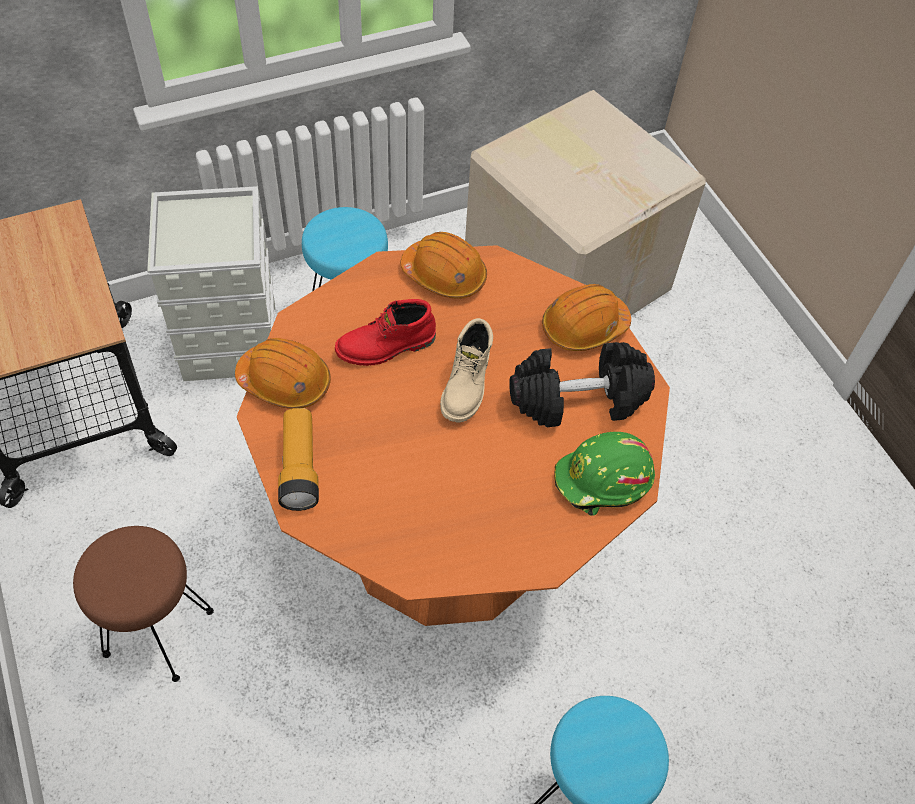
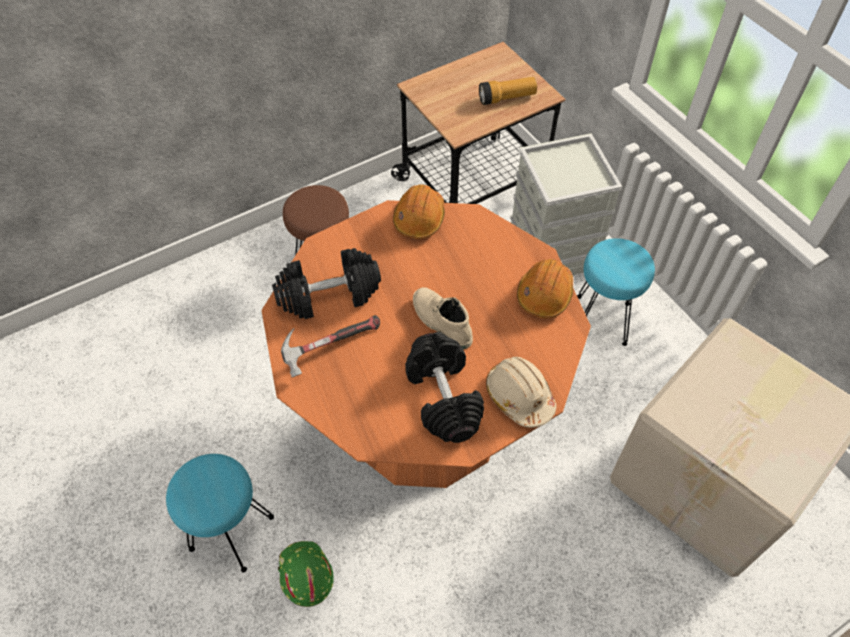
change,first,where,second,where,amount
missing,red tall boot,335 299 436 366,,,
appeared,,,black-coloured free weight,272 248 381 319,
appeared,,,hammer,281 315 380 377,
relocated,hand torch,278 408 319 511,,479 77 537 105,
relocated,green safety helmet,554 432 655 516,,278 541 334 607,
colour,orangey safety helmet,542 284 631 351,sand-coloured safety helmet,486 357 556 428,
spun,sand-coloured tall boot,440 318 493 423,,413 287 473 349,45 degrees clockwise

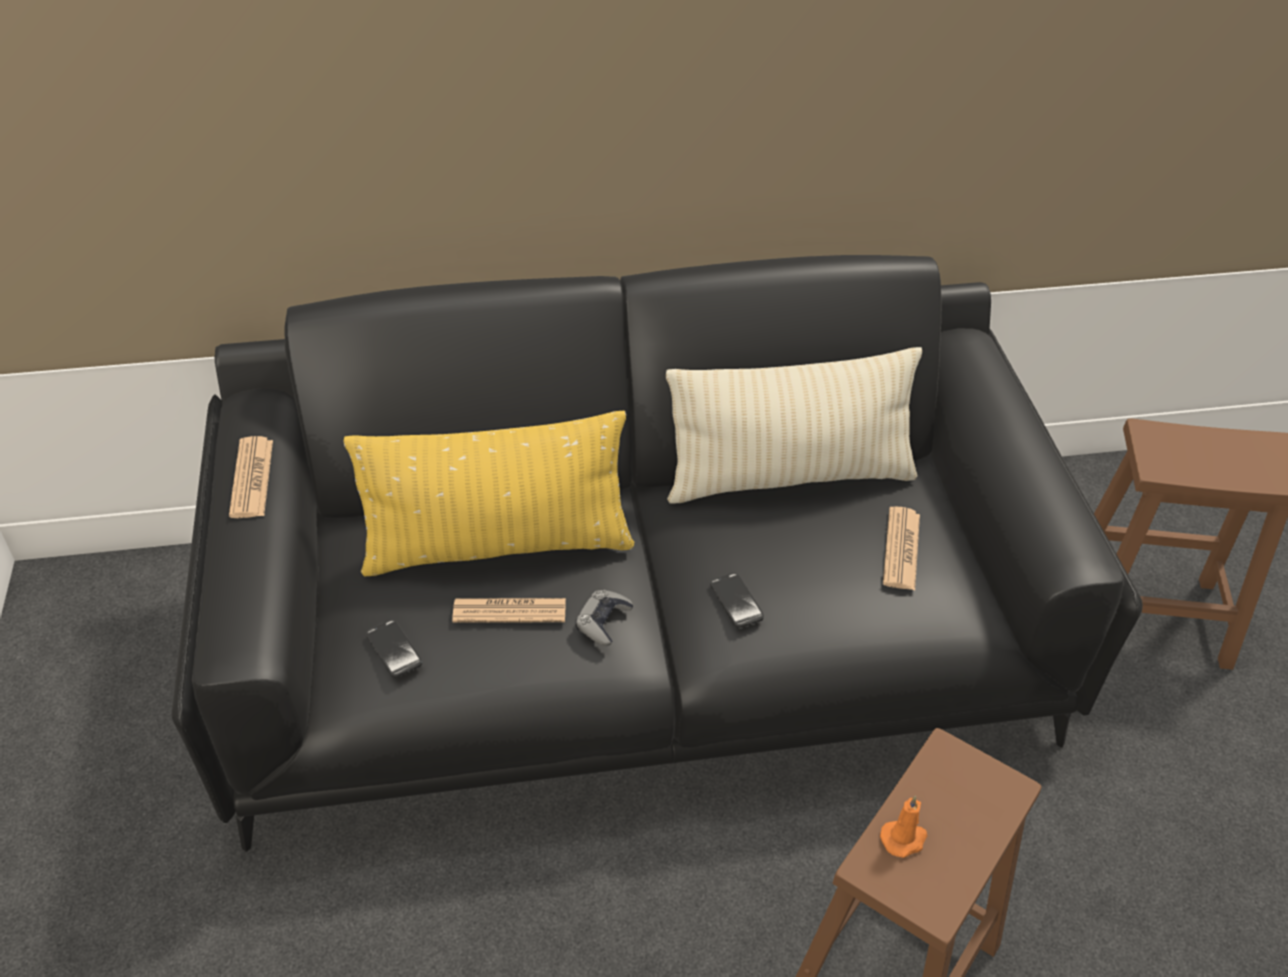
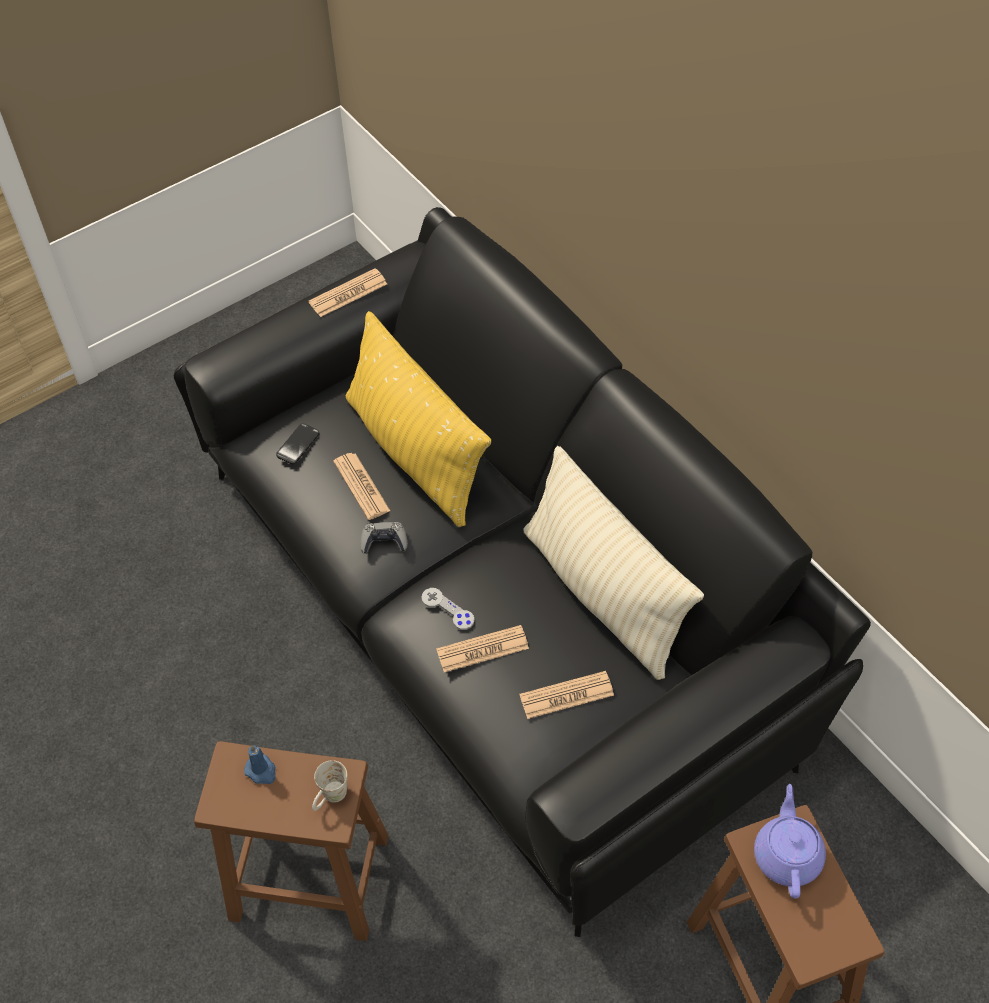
change,first,where,second,where,amount
appeared,,,whitish coffee mug,312 760 348 811,
appeared,,,printed paper,436 625 529 672,
appeared,,,purple teapot,754 784 826 899,
exchanged,telephone,710 573 764 628,greyish joypad,422 588 475 630,
colour,orangey wax candle,880 796 927 858,bluish wax candle,244 745 276 784,

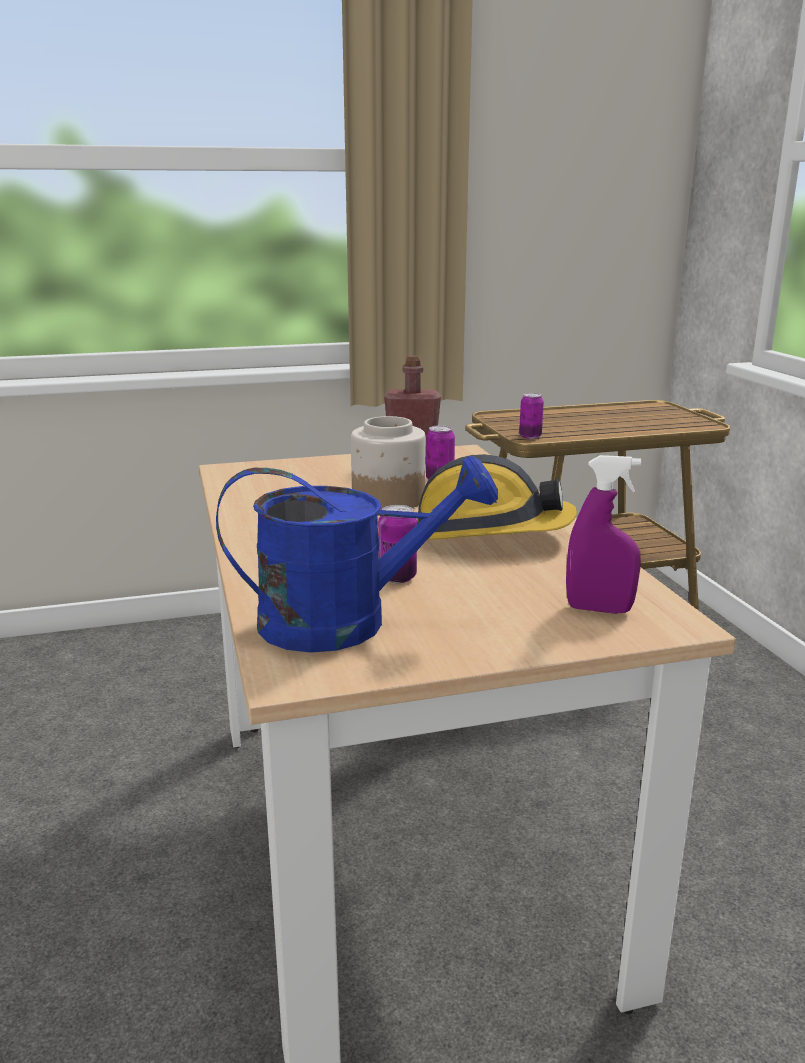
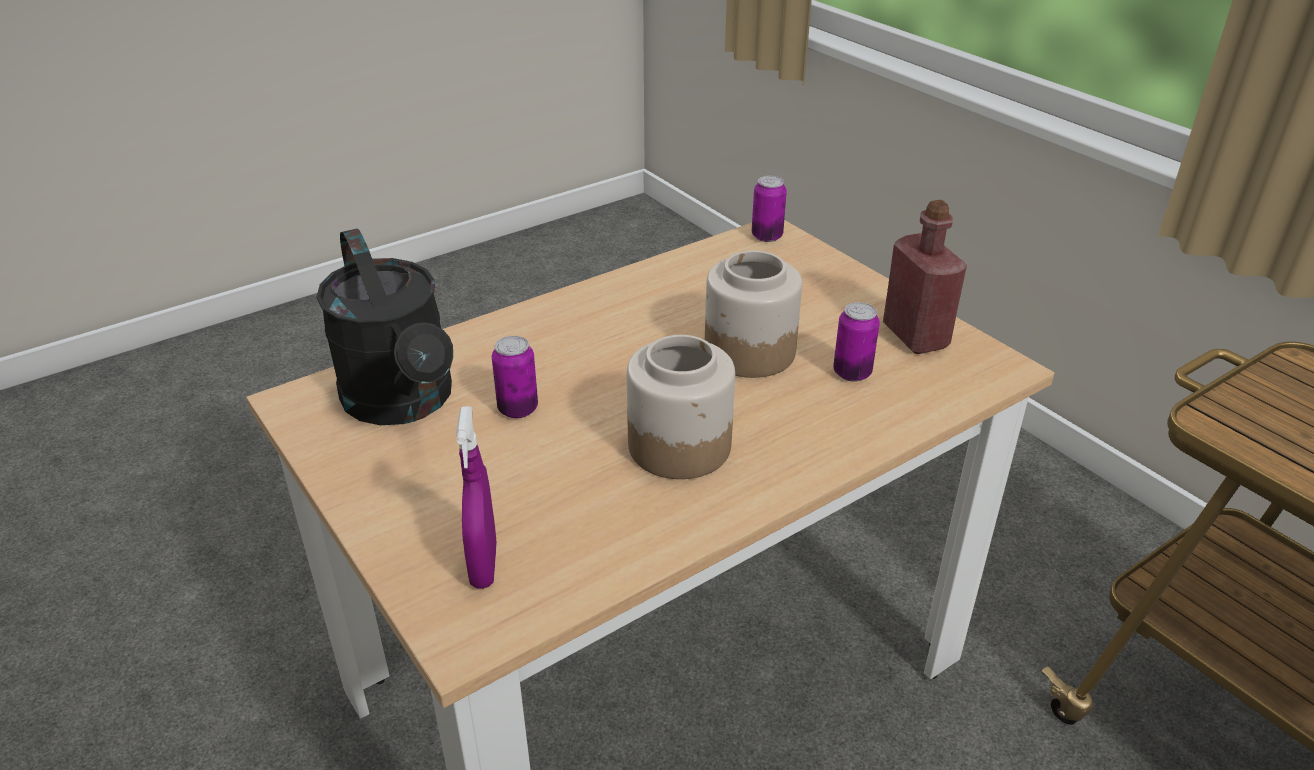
change,first,where,second,where,amount
relocated,sealed can,519 393 544 439,,752 176 787 242,
exchanged,safety helmet,417 454 577 540,preserve jar,627 335 735 479,
colour,bluish watering can,216 456 498 653,black-coloured watering can,316 228 453 425,

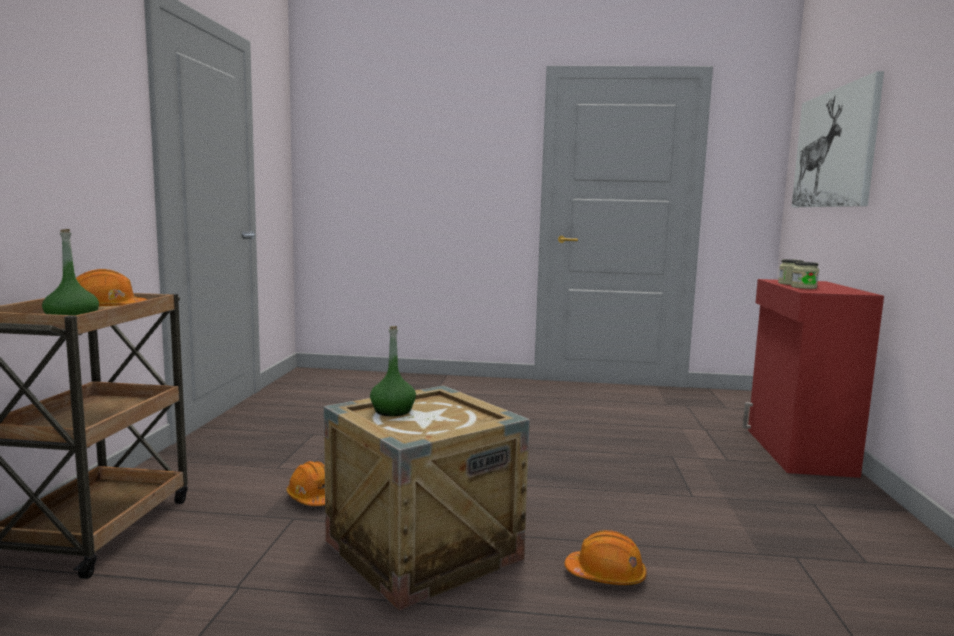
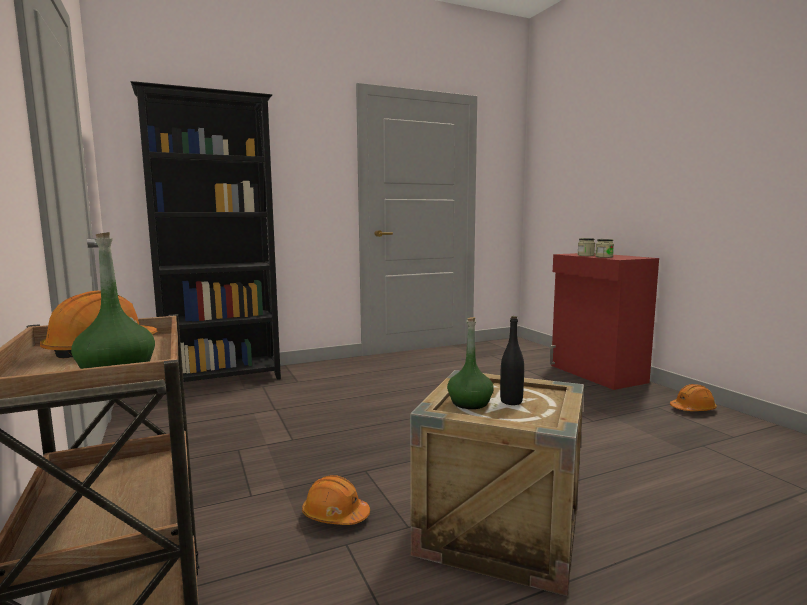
change,first,where,second,where,amount
missing,picture,791 71 884 207,,,
appeared,,,black-coloured bookcase,131 81 281 394,
appeared,,,black-coloured beverage bottle,500 316 524 405,
relocated,orangey safety helmet,564 530 647 585,,670 384 717 411,

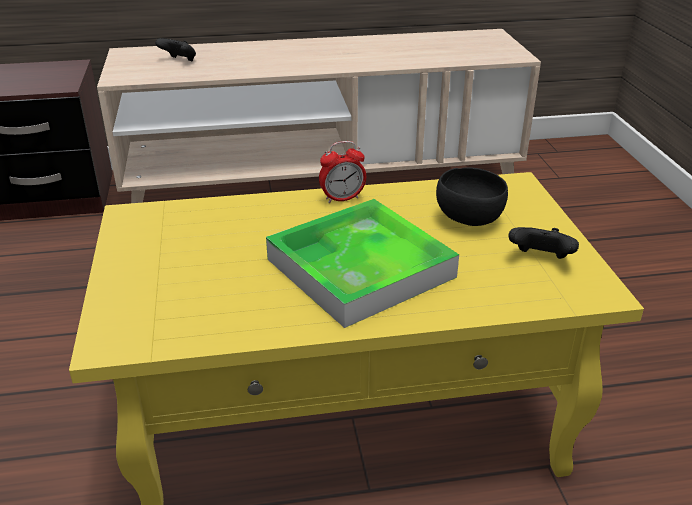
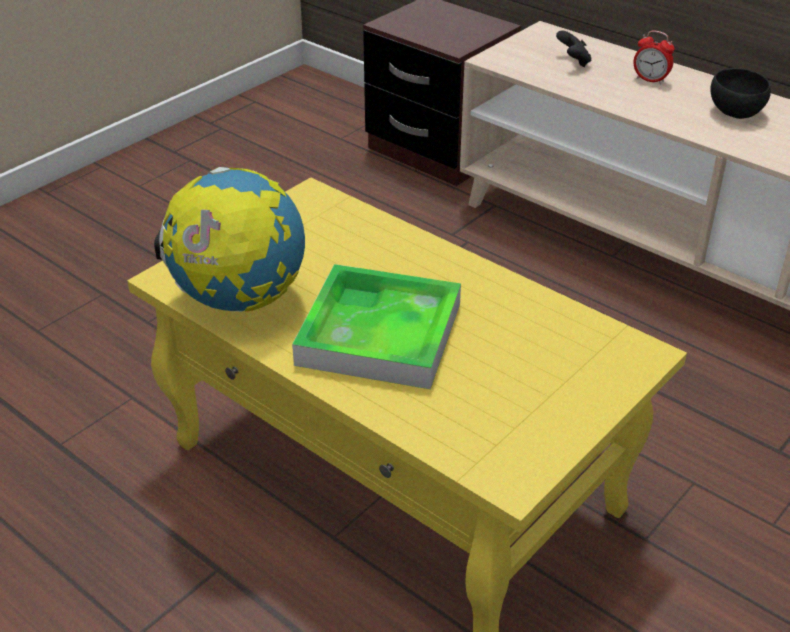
change,first,where,second,where,amount
missing,black-coloured joypad,508 227 579 259,,,
appeared,,,globe,154 167 305 312,
relocated,table clock,319 141 366 203,,633 30 675 84,
relocated,black-coloured deep dish,436 167 508 226,,710 68 771 119,

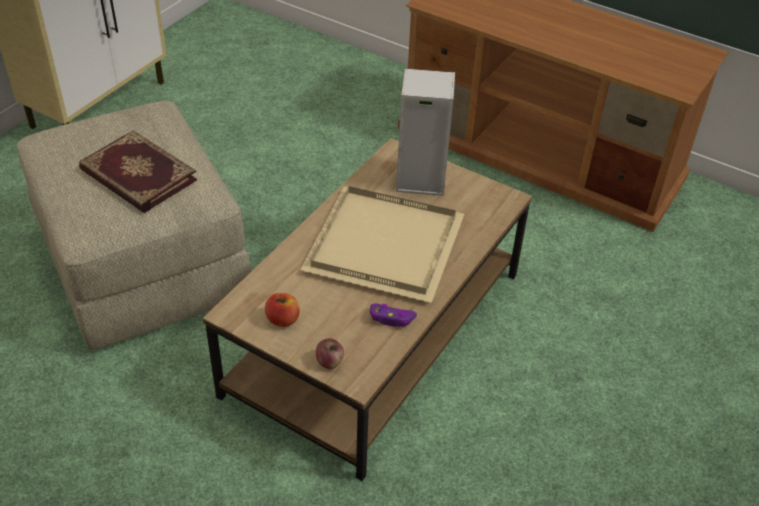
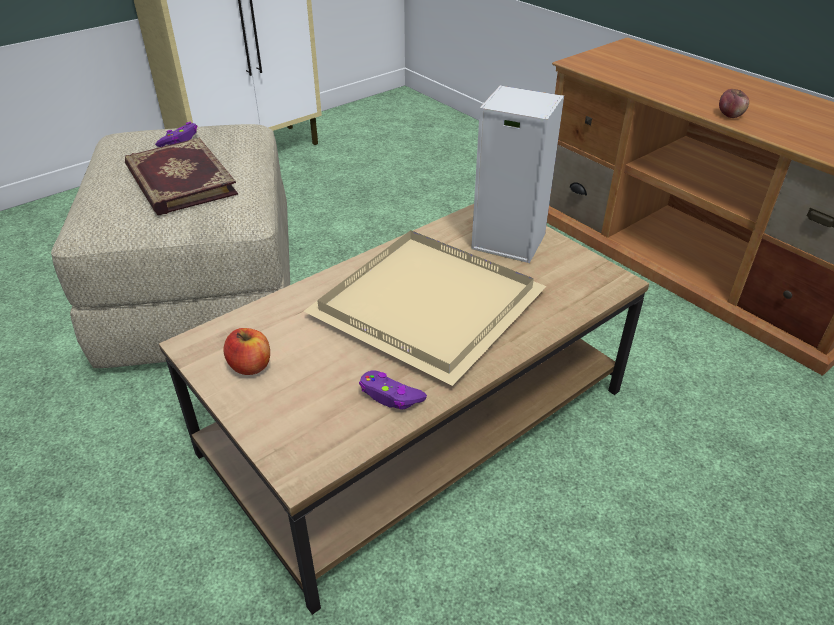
change,first,where,second,where,amount
appeared,,,purple joypad,155 122 197 147,
relocated,apple fruit,316 338 344 369,,719 89 749 118,

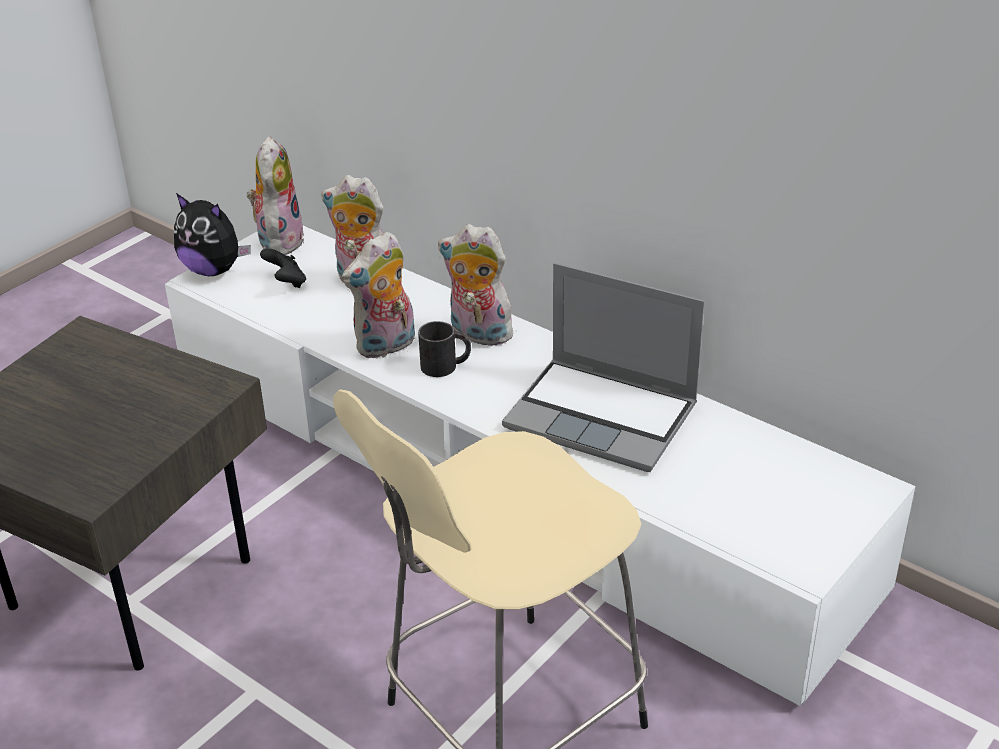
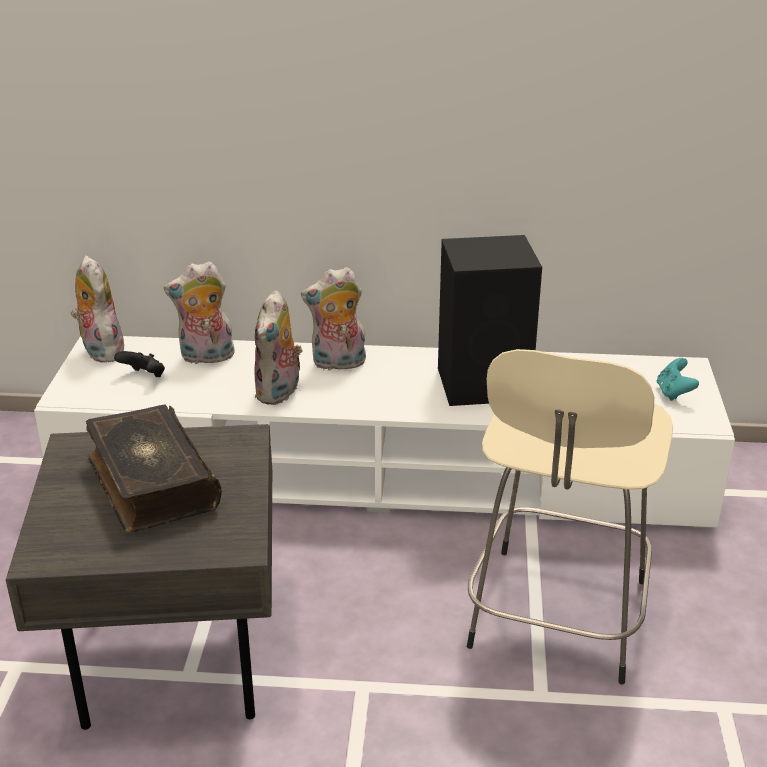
change,first,where,second,where,amount
missing,soft toy,174 193 251 276,,,
missing,black-coloured coffee mug,418 321 471 377,,,
appeared,,,volume,86 405 222 533,
appeared,,,blue-green joypad,657 358 699 401,
exchanged,notebook computer,502 263 704 472,black-coloured audio speaker,438 235 542 406,

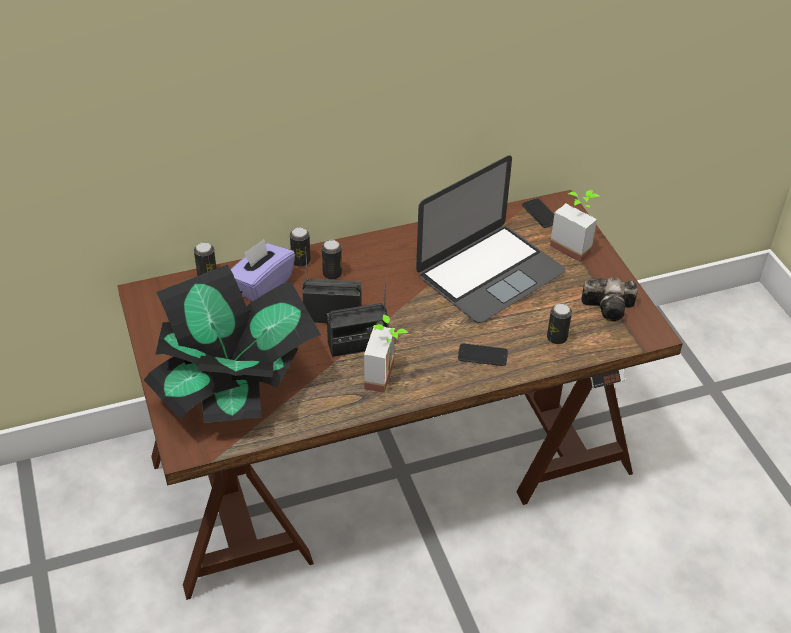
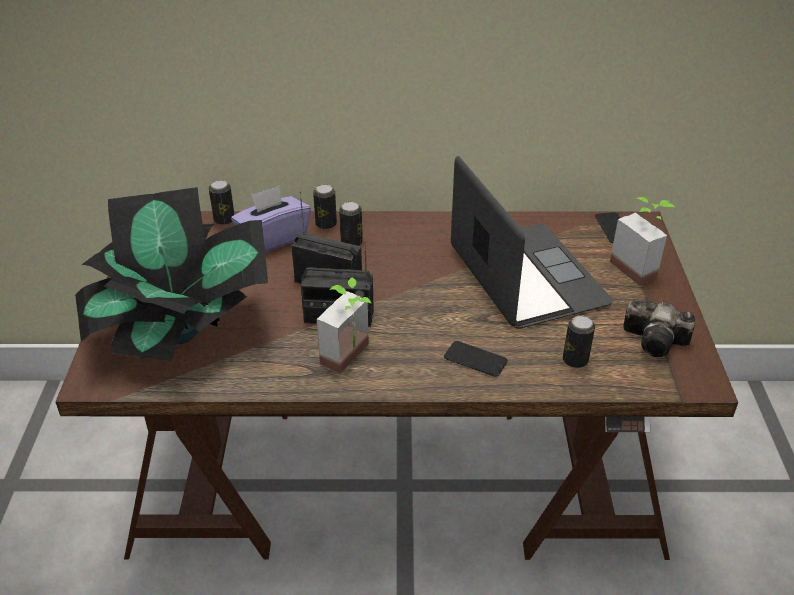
change,first,where,second,where,amount
spun,notebook computer,416 155 566 323,,451 156 613 329,90 degrees counterclockwise

